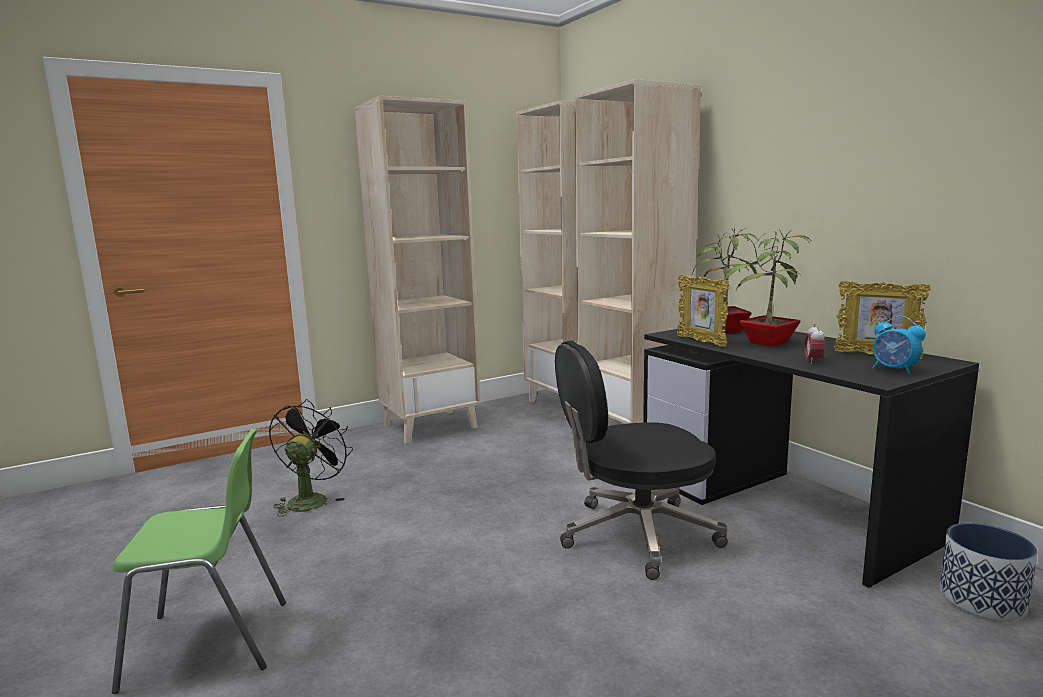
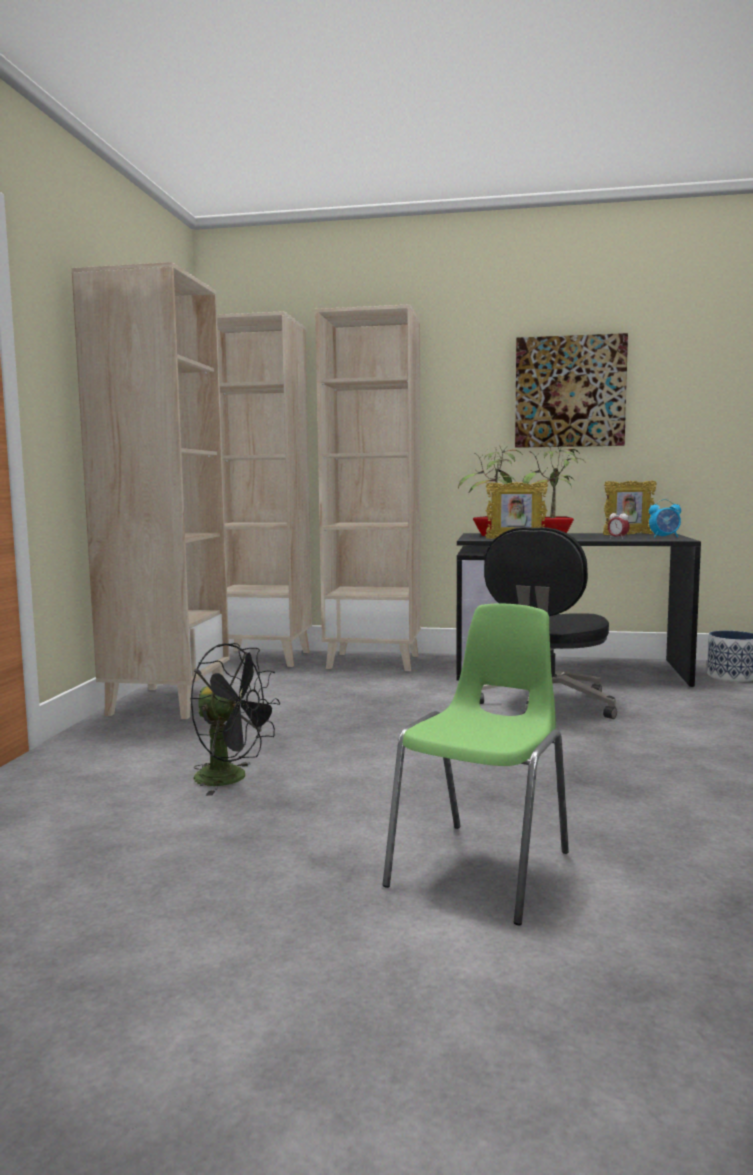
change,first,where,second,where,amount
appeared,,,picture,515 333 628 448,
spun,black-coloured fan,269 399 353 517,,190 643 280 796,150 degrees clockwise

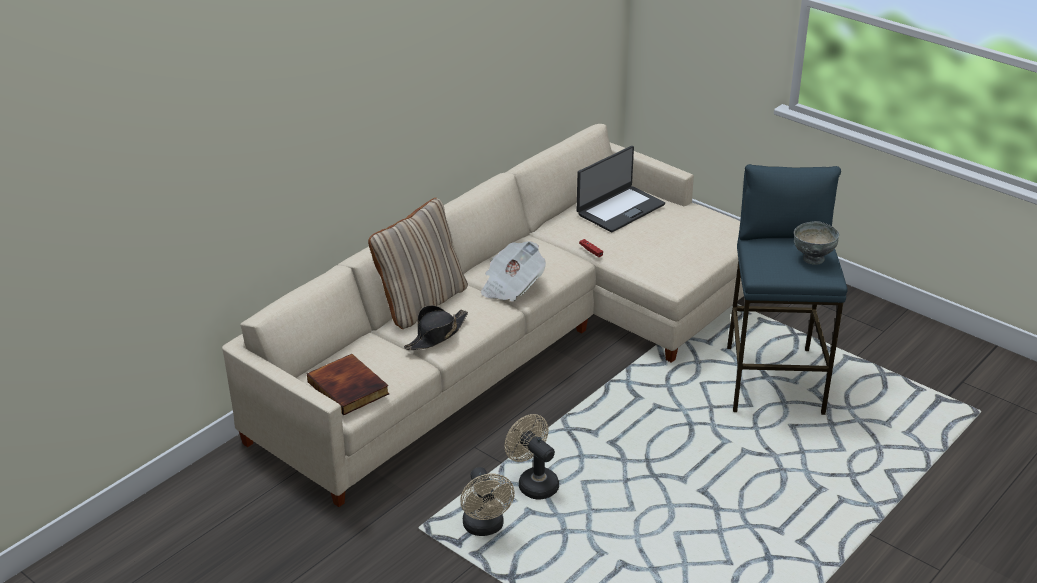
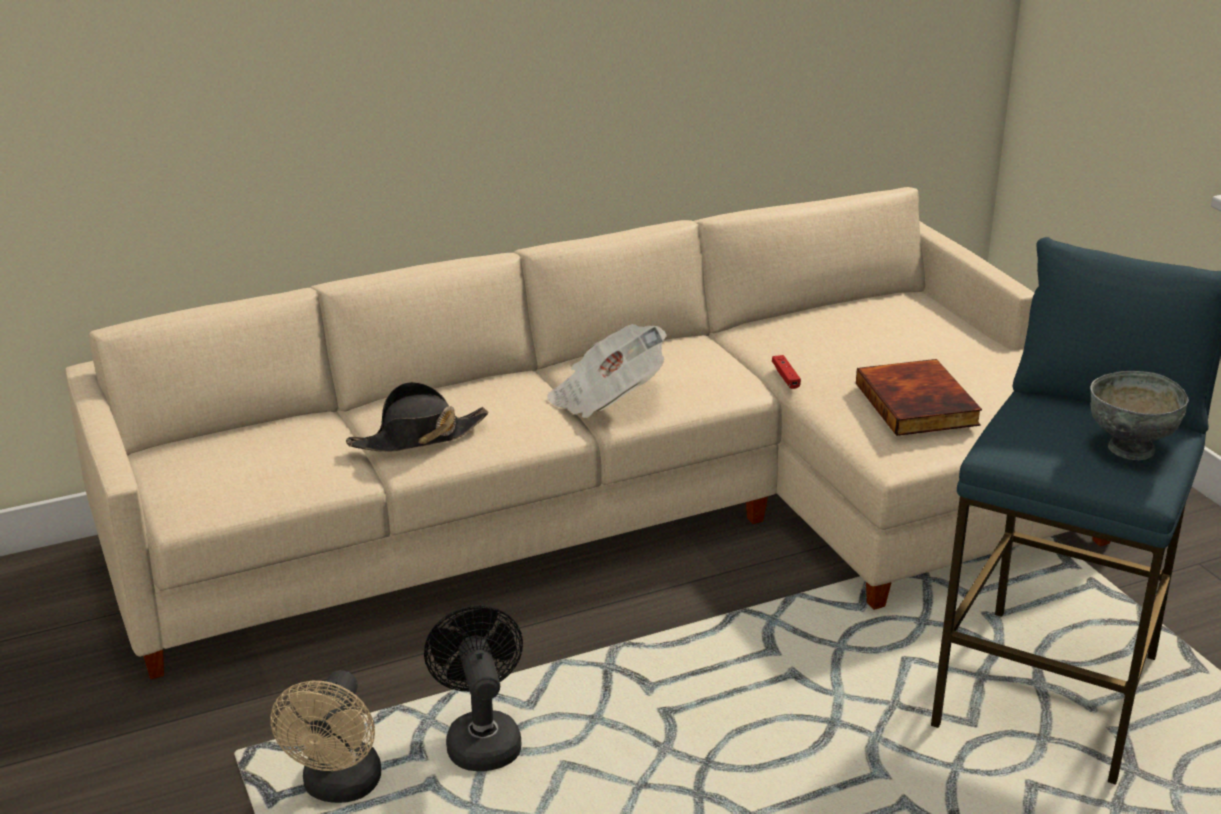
change,first,where,second,where,amount
missing,sand-coloured cushion,368 198 468 329,,,
missing,notebook computer,577 146 665 232,,,
relocated,volume,307 354 389 416,,856 359 982 436,
colour,sand-coloured fan,504 414 559 500,black-coloured fan,424 605 523 771,

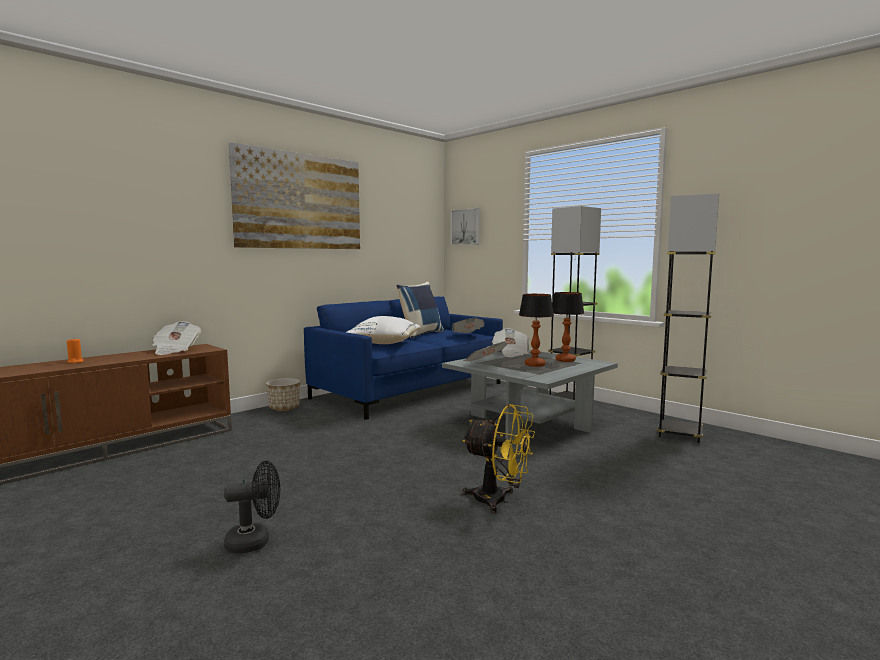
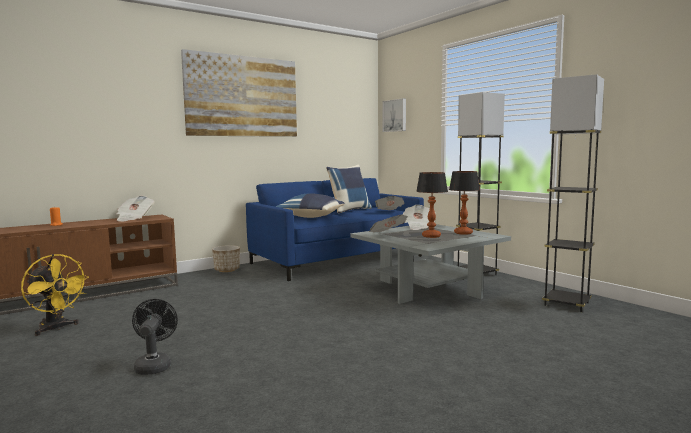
change,first,where,second,where,amount
relocated,yellowish fan,463 404 535 513,,21 254 89 336,
colour,whitish cushion,347 316 421 344,bluish cushion,276 193 345 218,
spun,black-coloured fan,224 461 280 554,,132 299 178 375,90 degrees counterclockwise

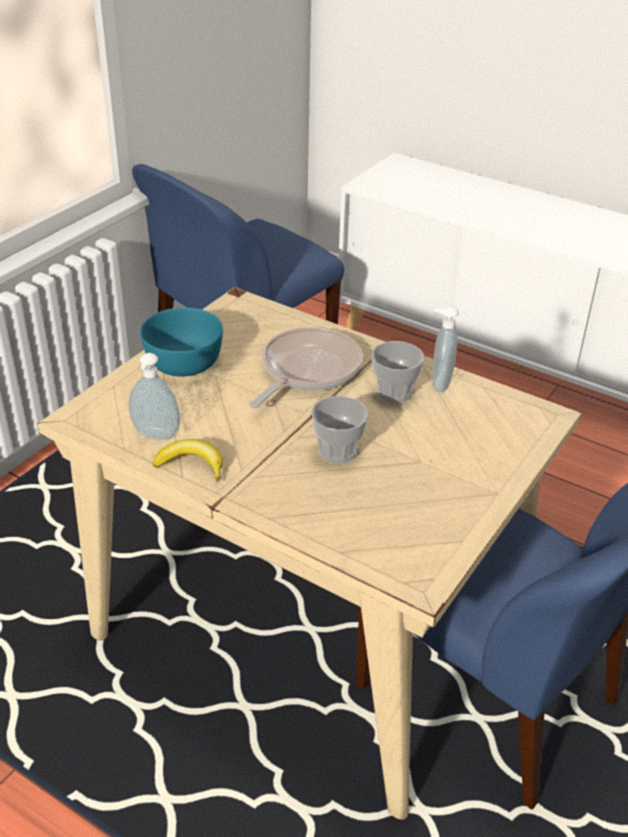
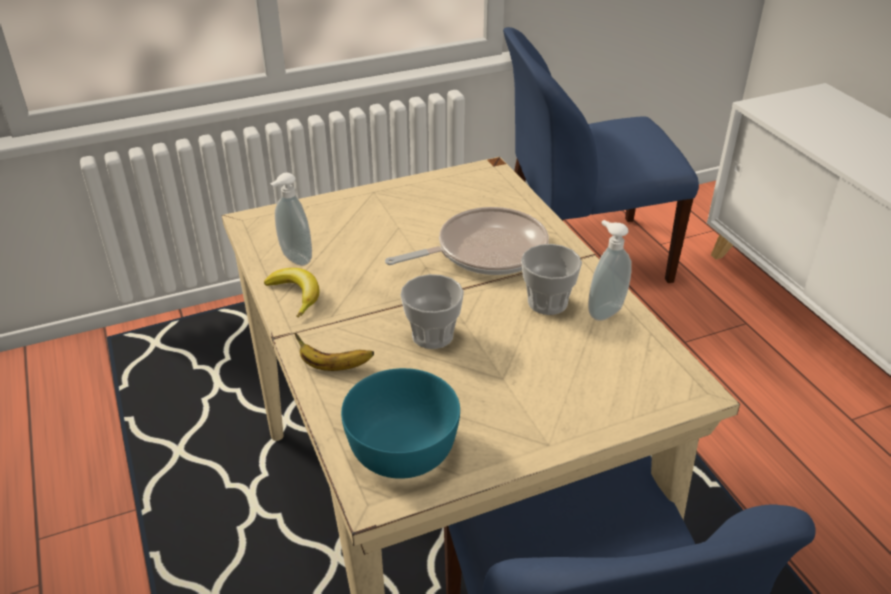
change,first,where,second,where,amount
appeared,,,banana,294 333 374 371,
relocated,blue-green deep dish,140 307 223 377,,341 368 460 479,

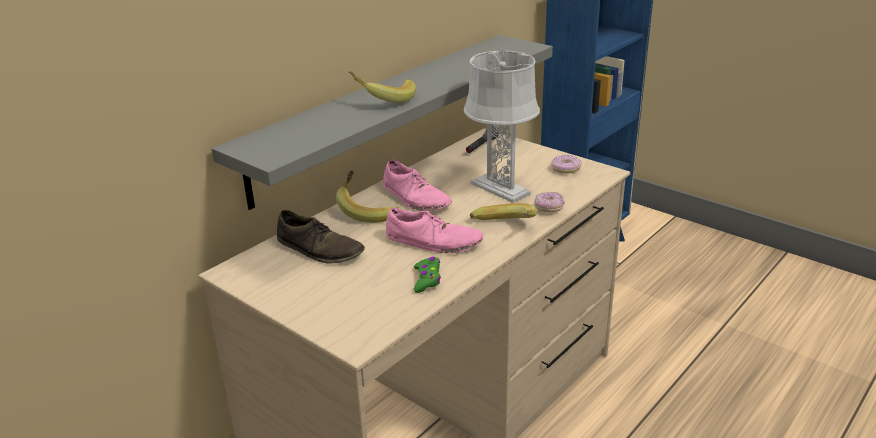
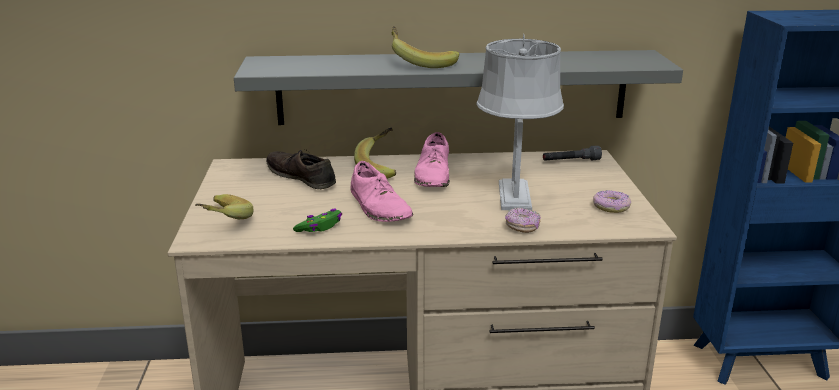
change,first,where,second,where,amount
relocated,banana,470 203 537 220,,195 194 253 219,
spun,brownish shoe,277 210 365 263,,266 149 336 189,150 degrees clockwise

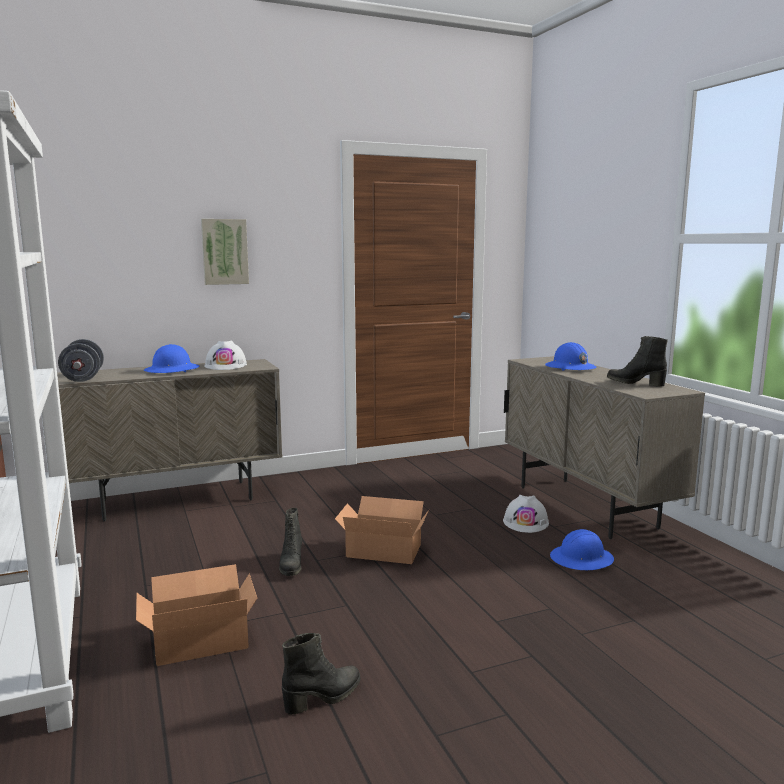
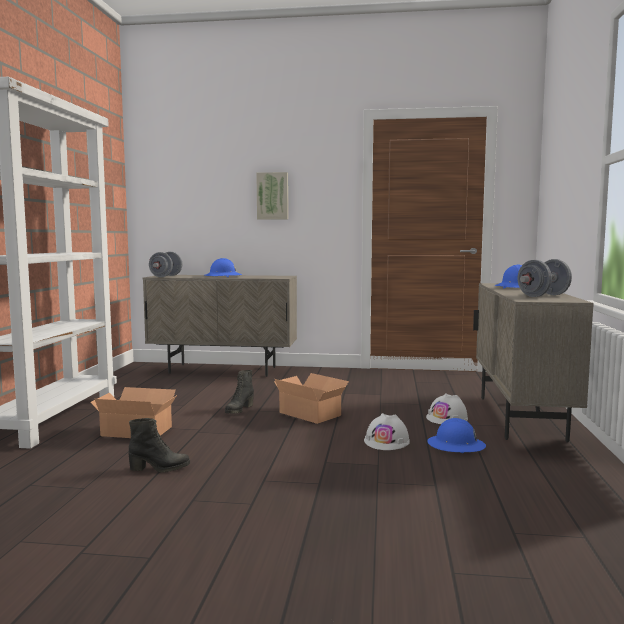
change,first,where,second,where,amount
relocated,whitish safety helmet,204 341 247 370,,364 413 410 450,
exchanged,black-coloured tall boot,607 336 668 387,greyish free weight,518 259 572 297,

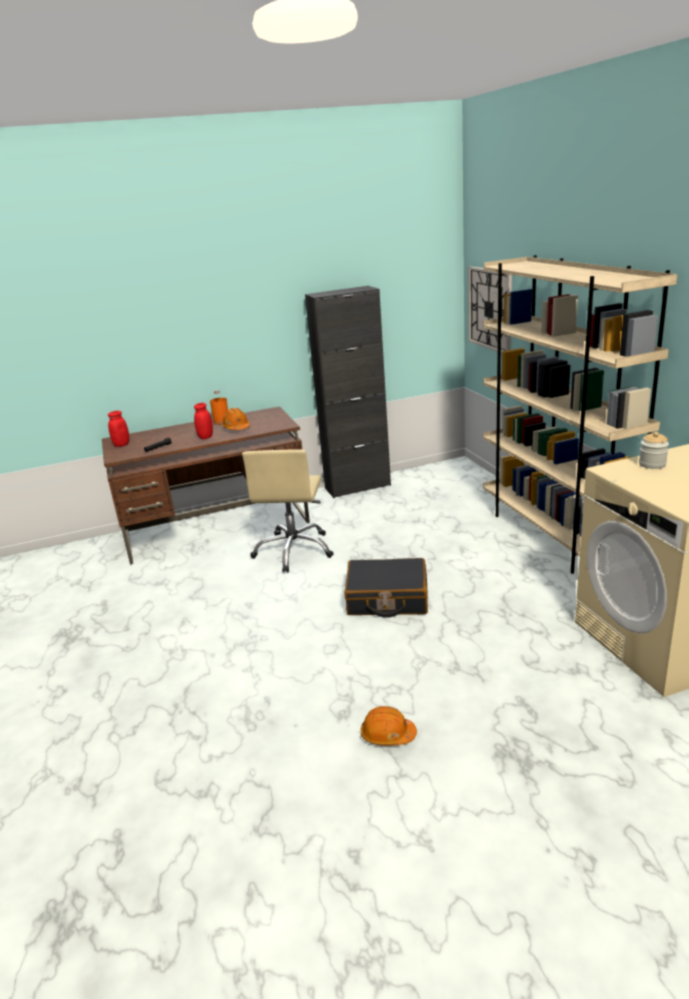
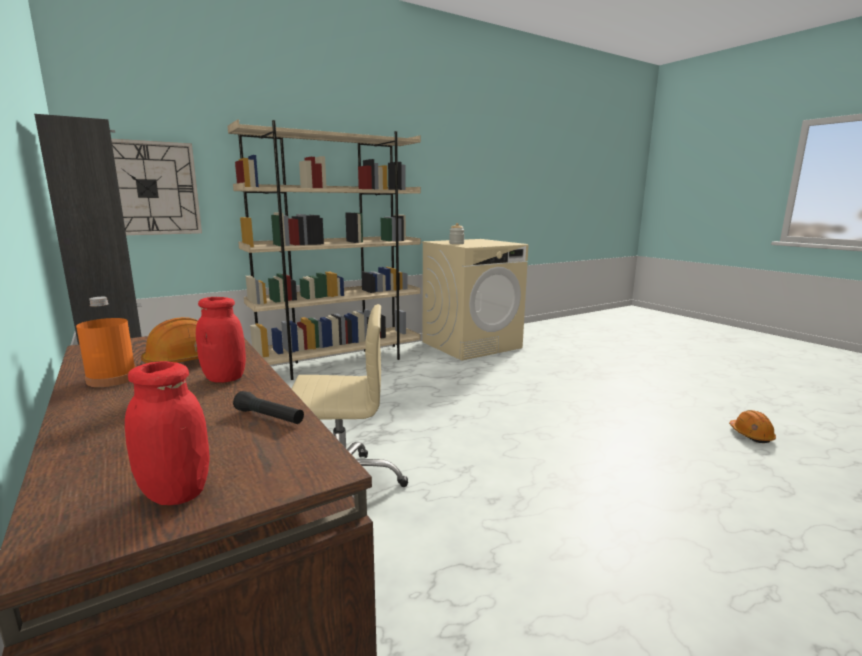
change,first,where,second,where,amount
missing,black-coloured suitcase,345 558 428 618,,,
relocated,orangey safety helmet,361 706 417 746,,729 410 776 443,

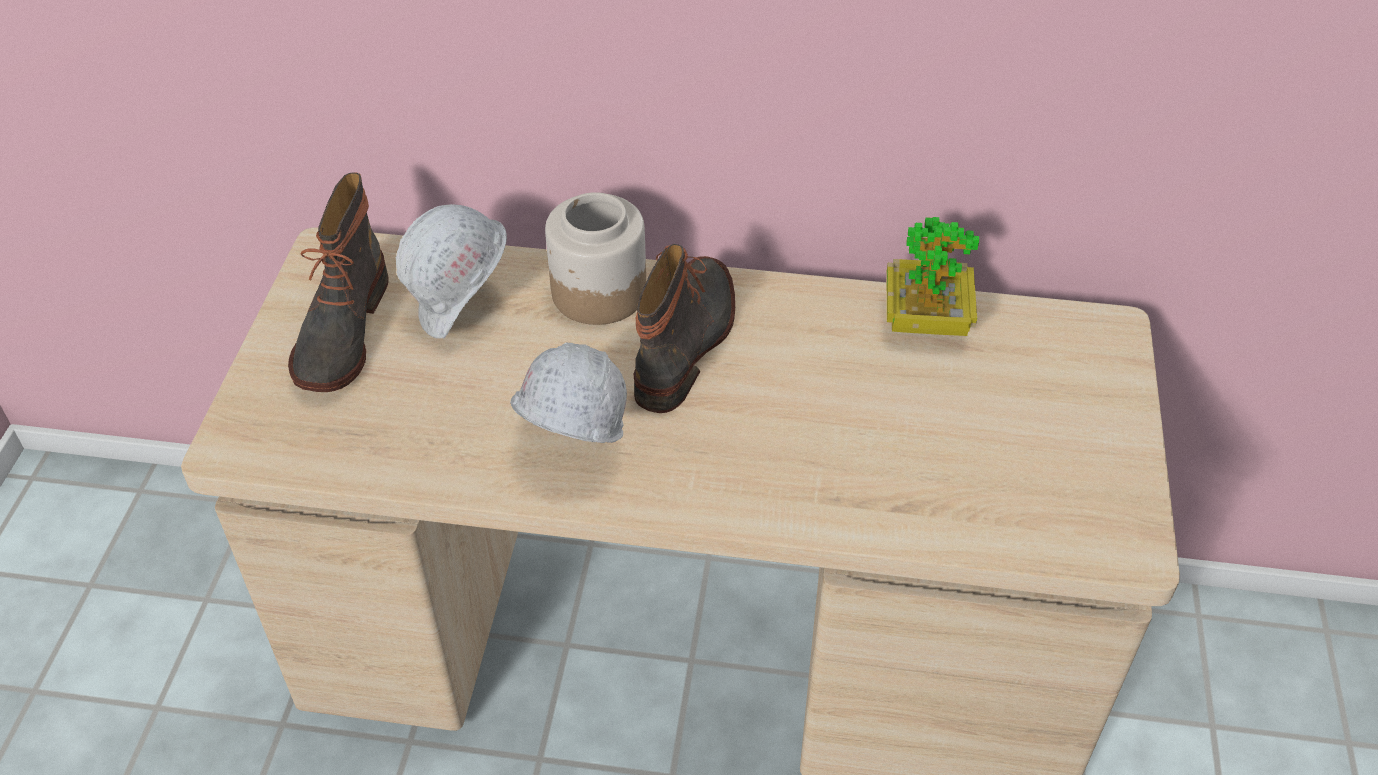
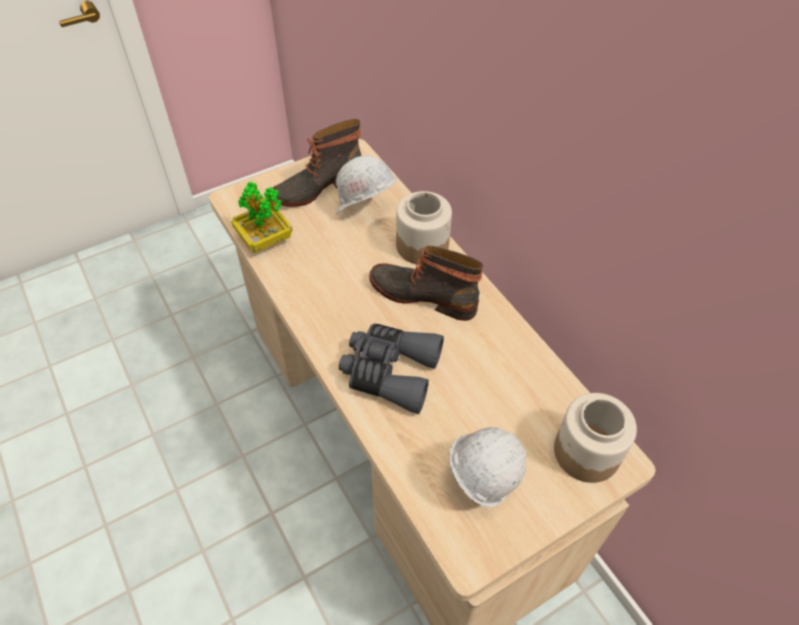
change,first,where,second,where,amount
appeared,,,greyish pair of binoculars,339 323 444 414,
appeared,,,preserve jar,554 393 637 483,
relocated,whitish safety helmet,510 343 627 443,,449 427 527 507,
relocated,plant in a pot,886 217 979 336,,231 182 293 253,
spun,tall boot,634 244 735 413,,369 245 483 321,135 degrees counterclockwise

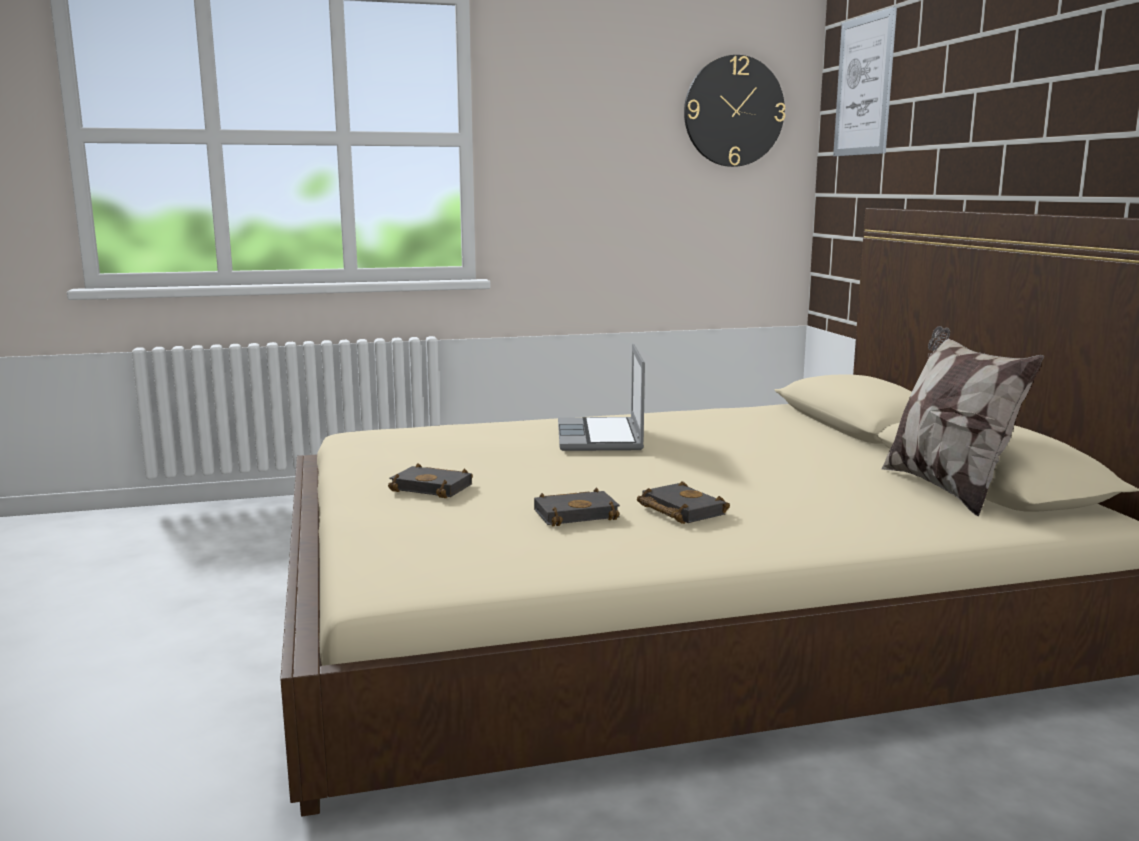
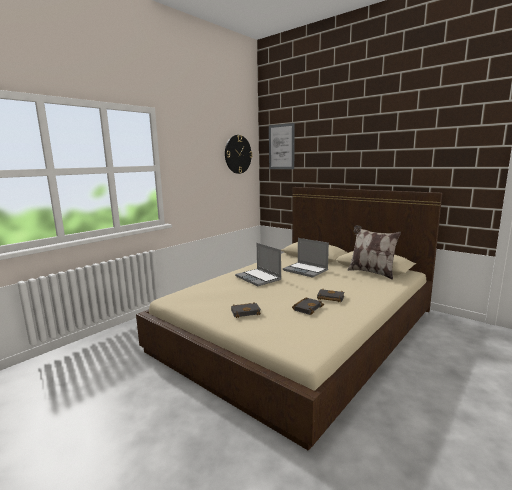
change,first,where,second,where,amount
appeared,,,notebook computer,283 238 329 278,

